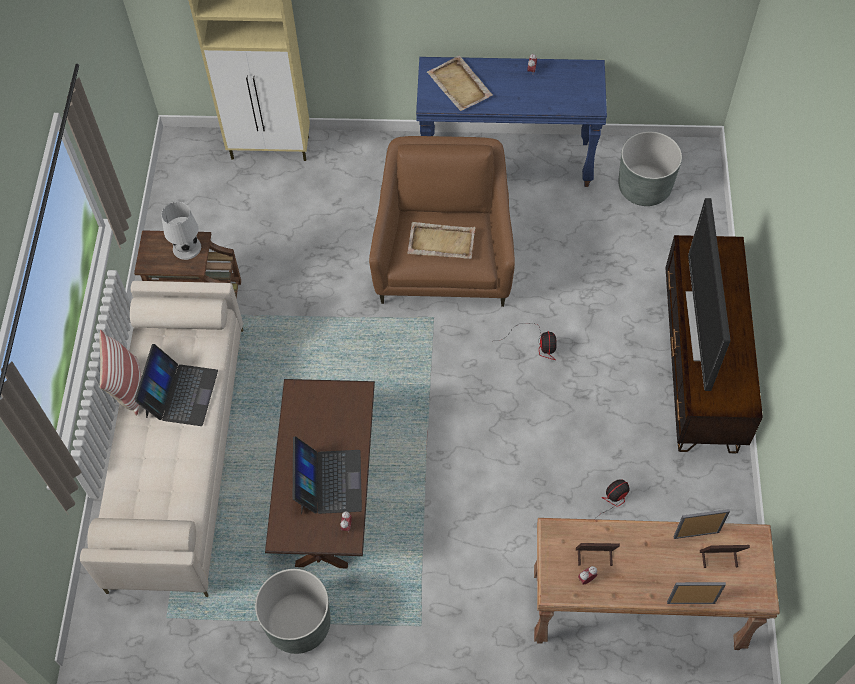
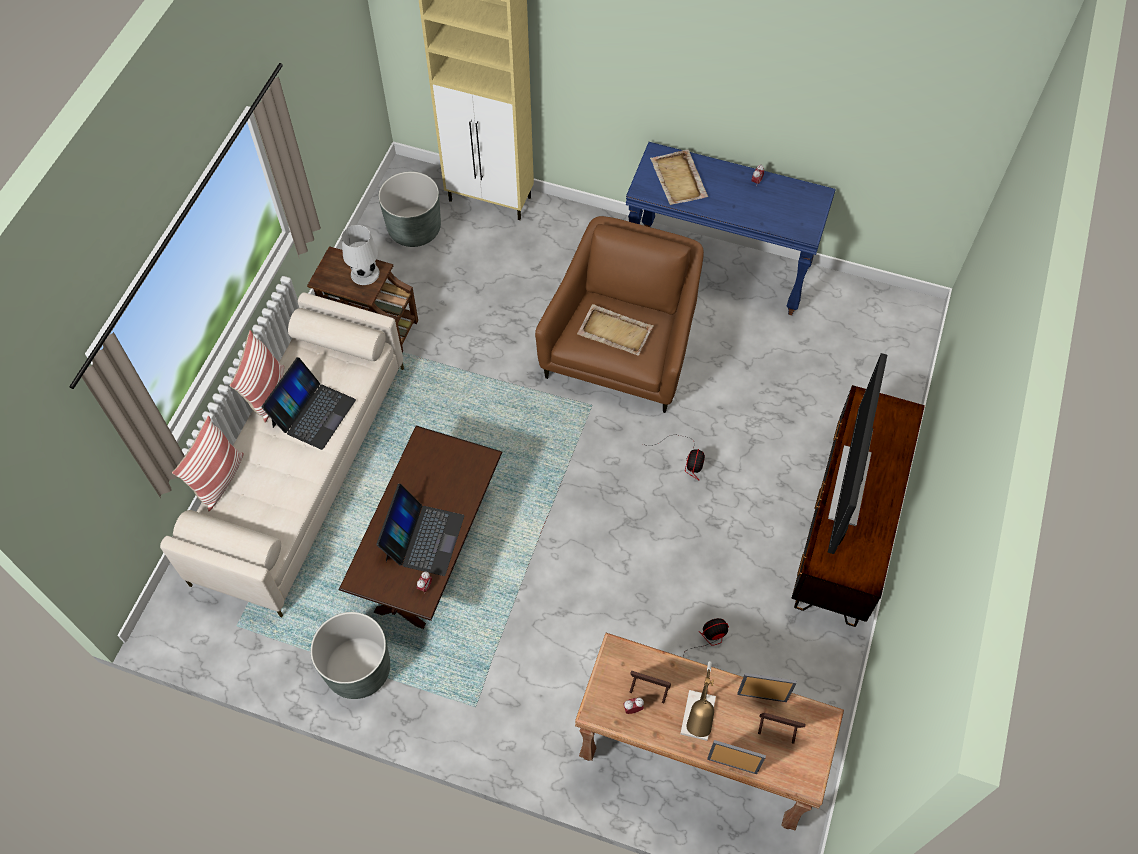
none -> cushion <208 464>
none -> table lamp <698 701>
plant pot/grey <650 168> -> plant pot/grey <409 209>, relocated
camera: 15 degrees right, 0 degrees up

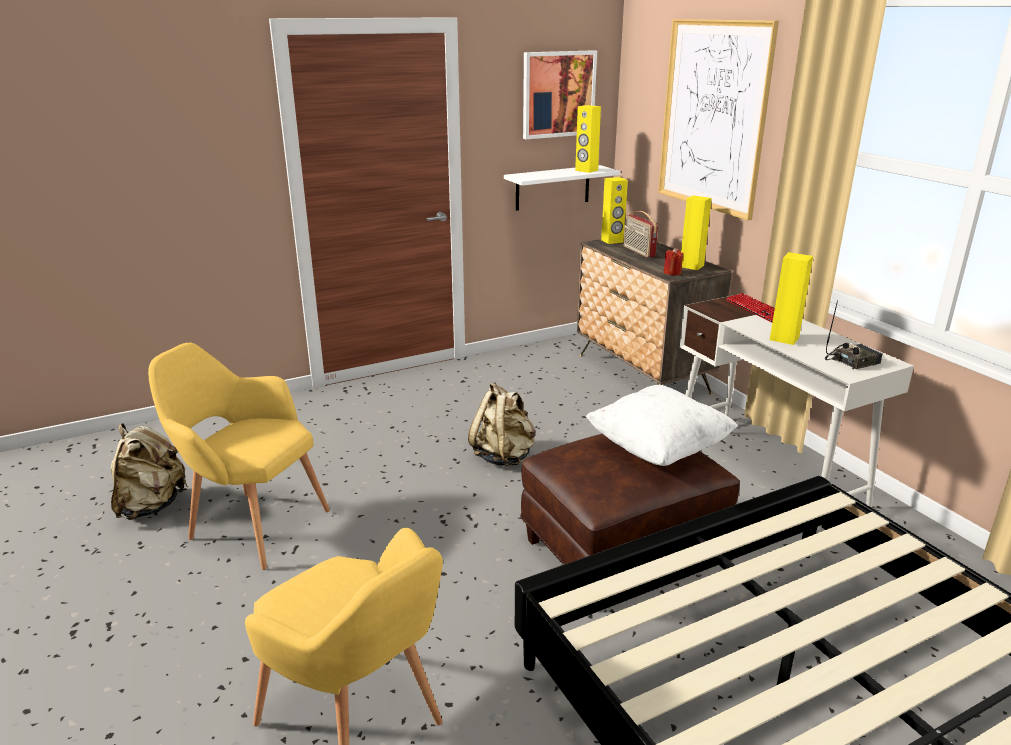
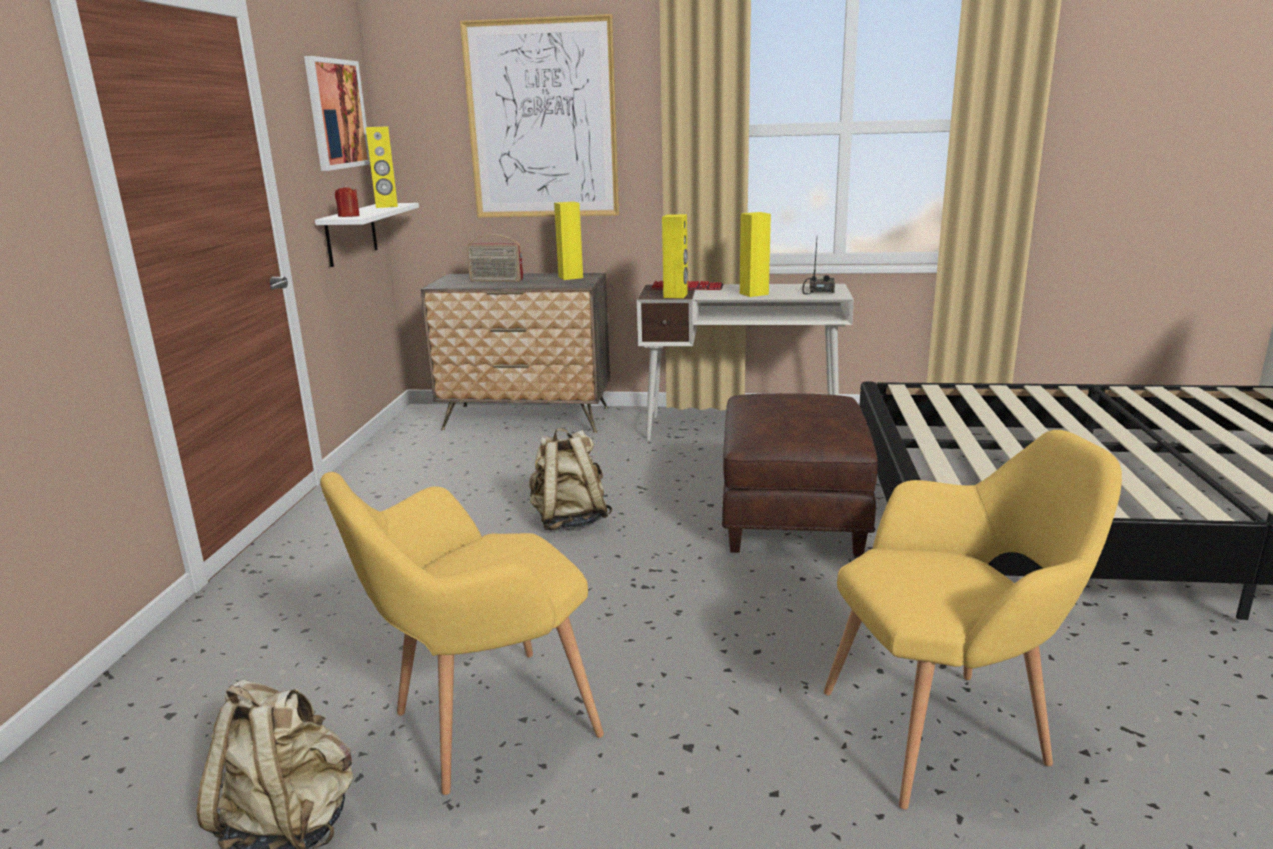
cushion/whitish <661 425> -> none
speaker/yellowish <614 210> -> speaker/yellowish <675 256>, relocated
wax light/red <674 261> -> wax light/red <347 200>, relocated
camera: 55 degrees left, 5 degrees down

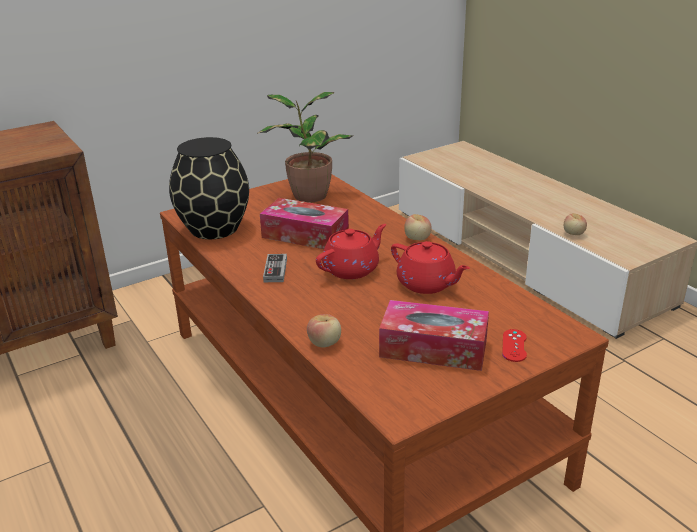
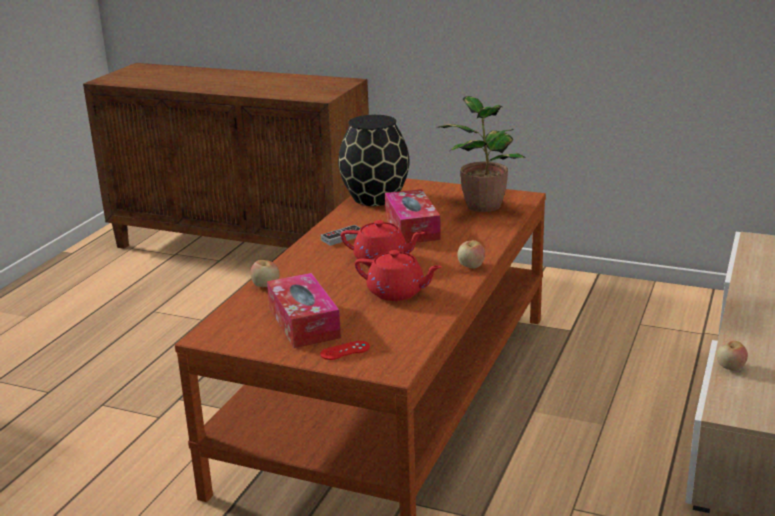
teapot/red <430 267> -> teapot/red <398 275>, 75 degrees counterclockwise
camera: 55 degrees right, 5 degrees down

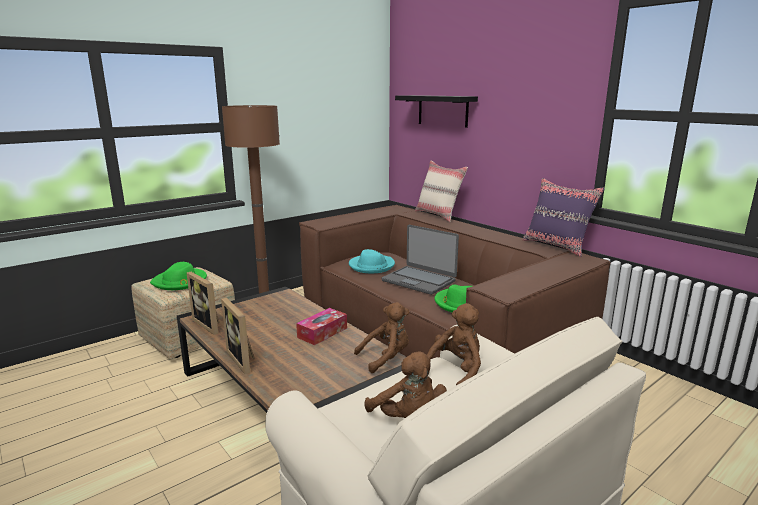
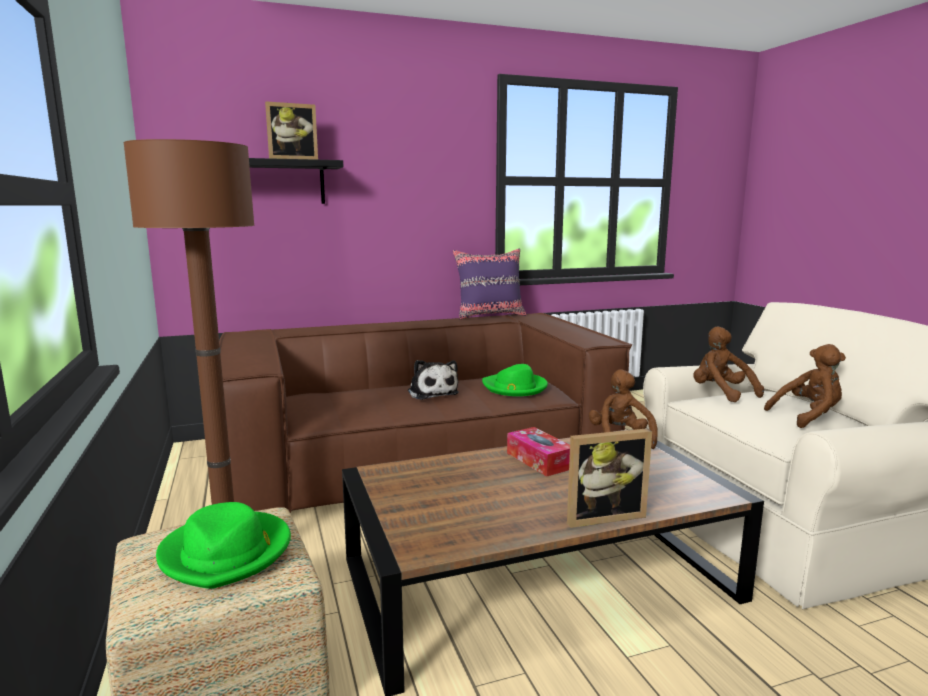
wearable hat/turquoise-coloured <372 261> -> none
cushion/beige-coloured <441 191> -> none
standing frame <203 303> -> standing frame <291 130>, relocated
portable computer <420 260> -> cuddly toy <433 380>
camera: 70 degrees left, 5 degrees down

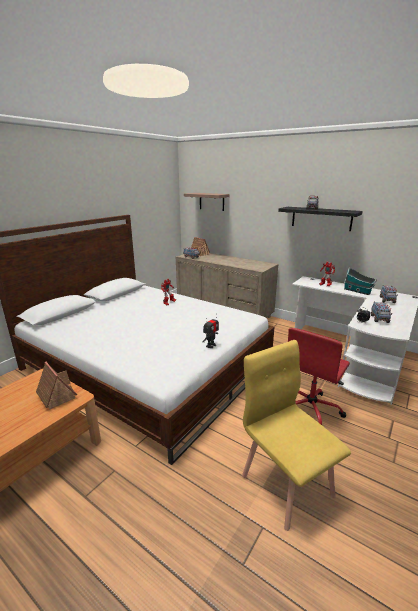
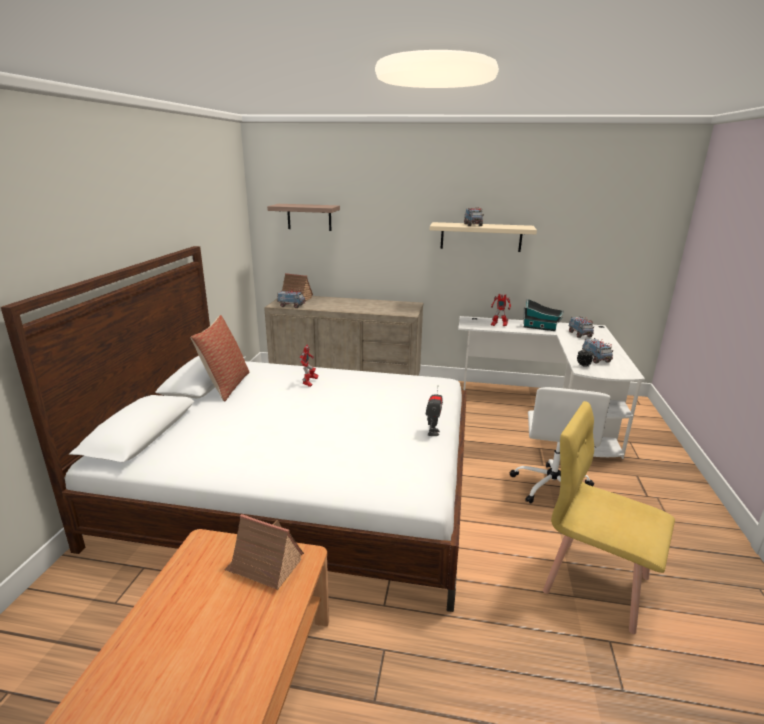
none -> cushion <220 358>
bracket shelf/black <320 219> -> bracket shelf/beige-coloured <483 237>
computer chair/red <319 376> -> computer chair/whitish <560 445>
camera: 25 degrees left, 0 degrees up

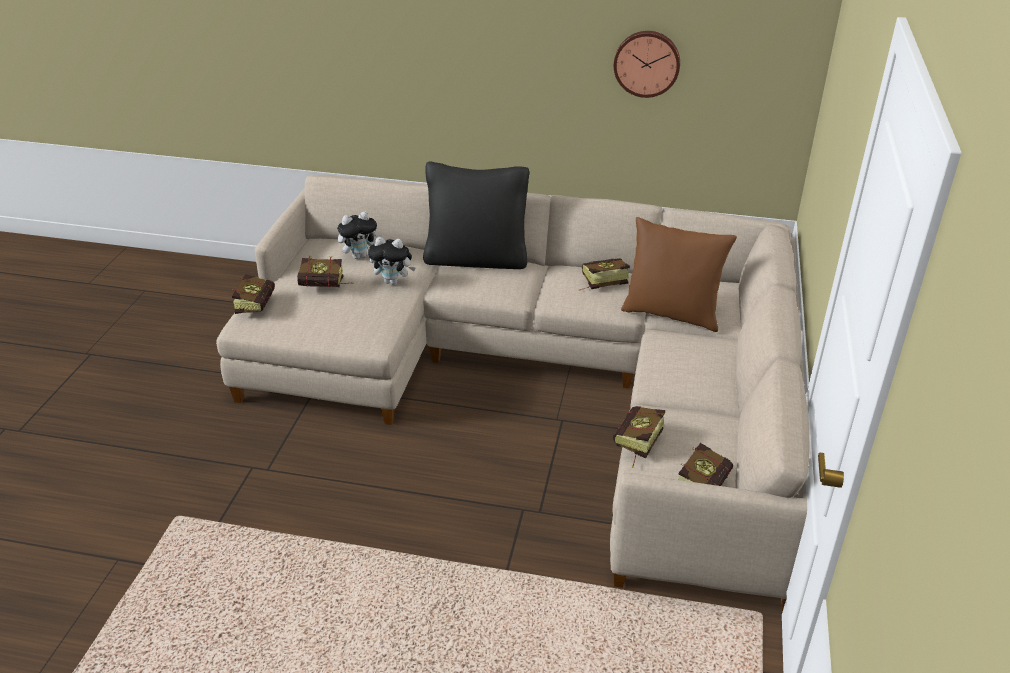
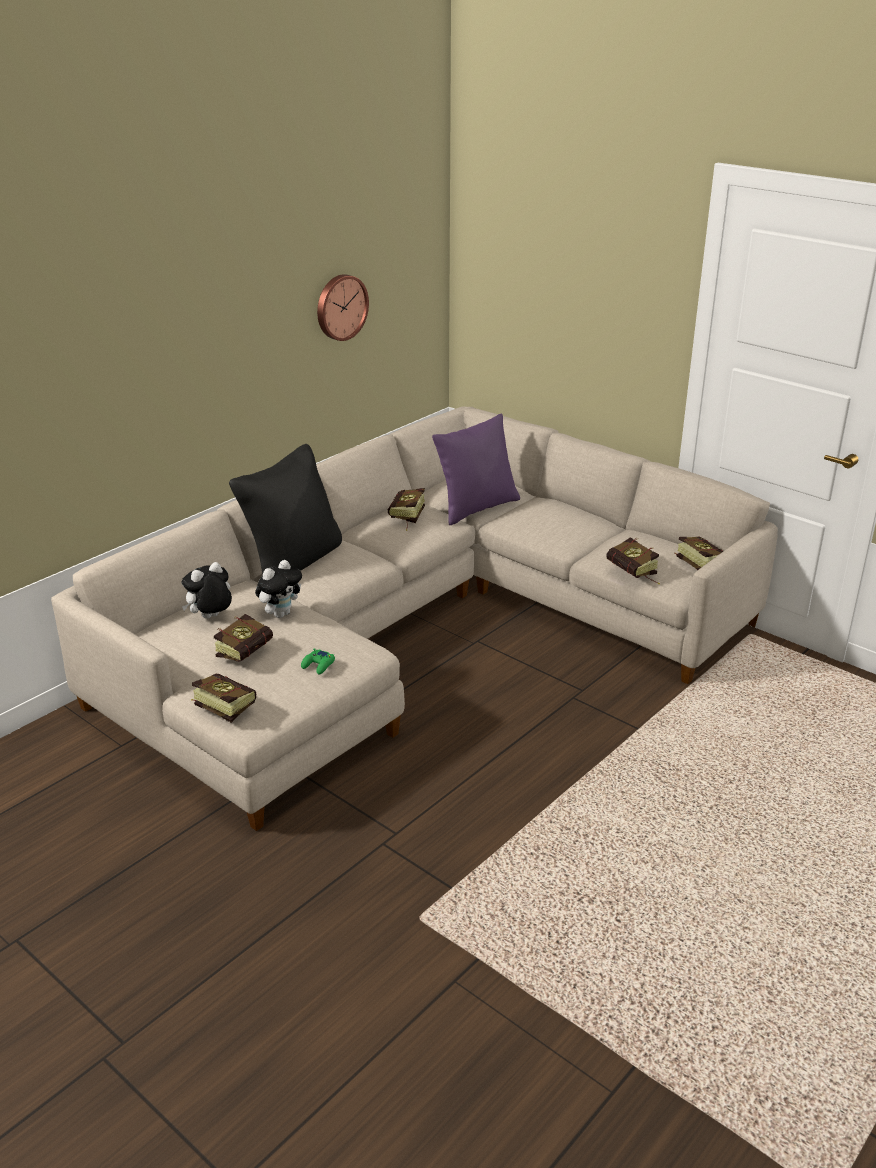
none -> game controller/greenish <318 661>
cushion/brownish <679 274> -> cushion/purple <476 469>
cuddly toy <359 235> -> cuddly toy <207 590>, 135 degrees counterclockwise
camera: 60 degrees left, 5 degrees down

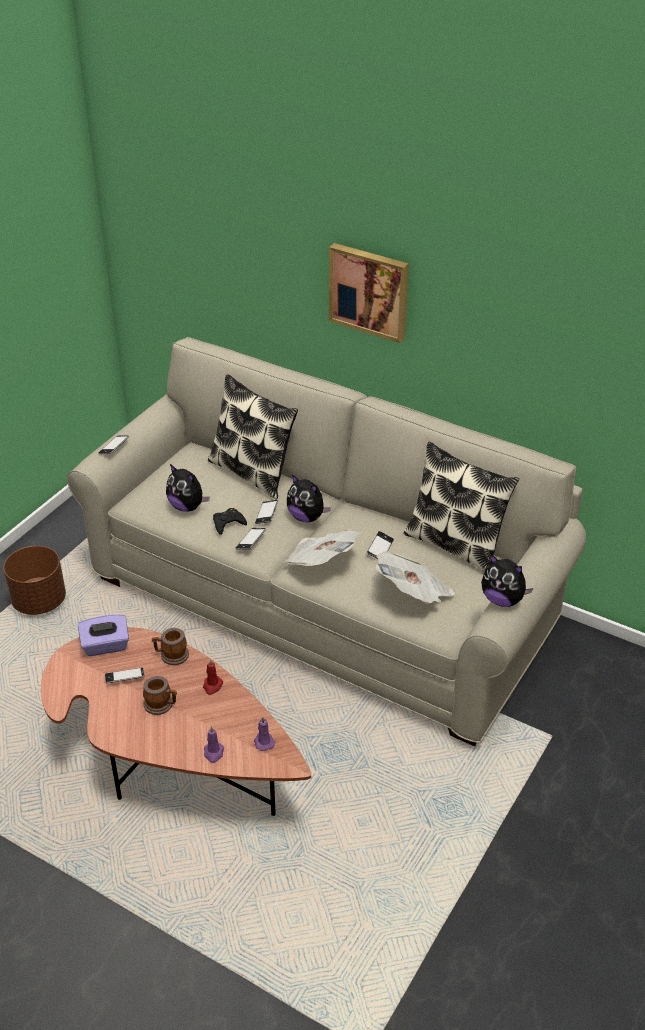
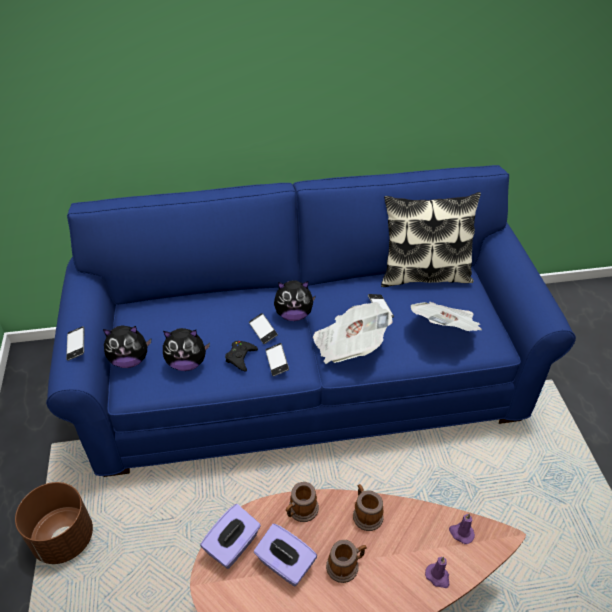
cushion <253 436> -> none
picture <369 293> -> none
cuddly toy <507 580> -> cuddly toy <127 347>, relocated
phone <124 675> -> tissue holder/purple <285 555>
wax light/red <213 677> -> coffee mug <368 507>
couch/beige-coloured <326 541> -> couch/bluish <311 321>
camera: 40 degrees left, 5 degrees up

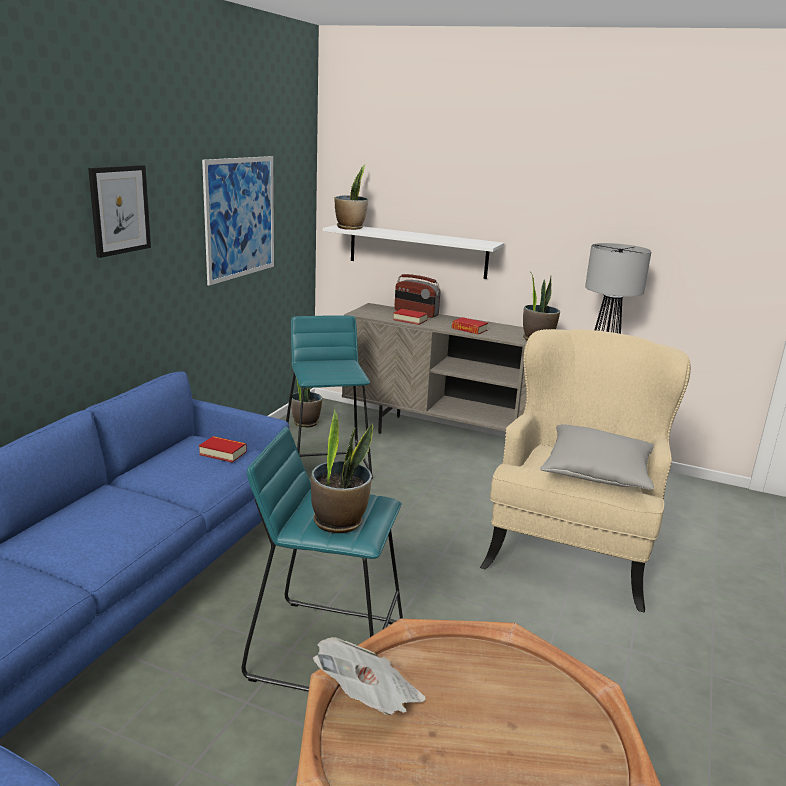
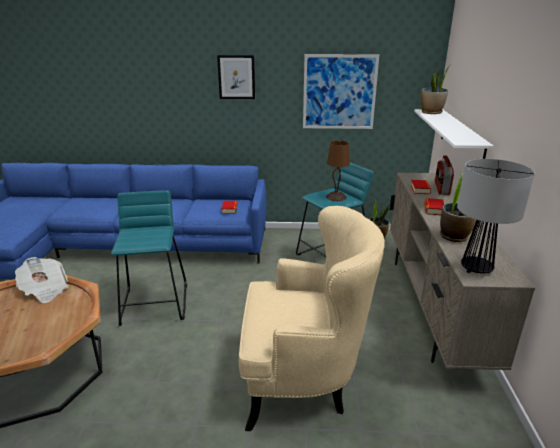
plant in a pot <342 471> -> none
cushion/grey <597 457> -> none
none -> table lamp/brownish <338 171>
camera: 70 degrees right, 5 degrees up

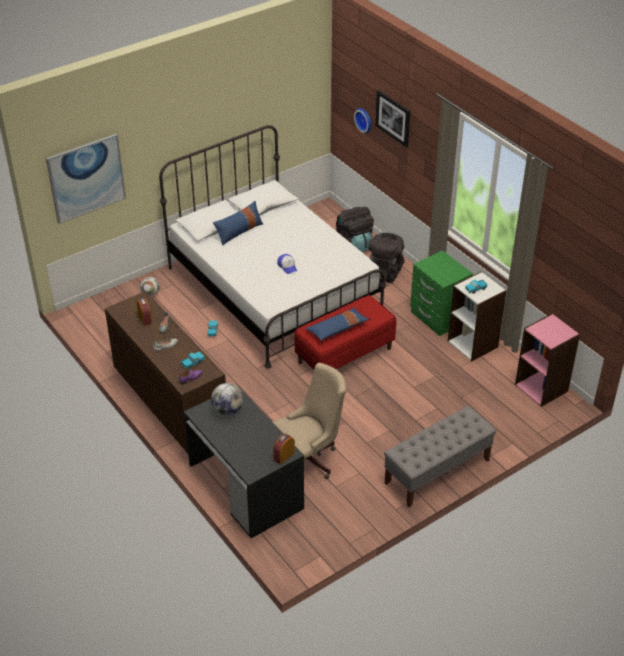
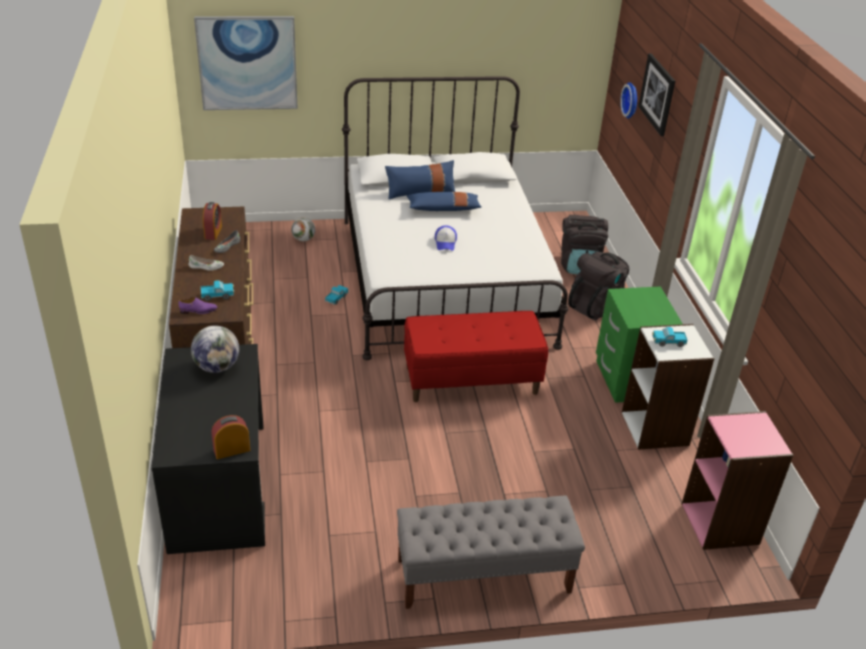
computer chair/beige-coloured <310 421> -> none
cushion/bluish <337 324> -> cushion/bluish <444 201>, relocated
camera: 25 degrees right, 5 degrees down

